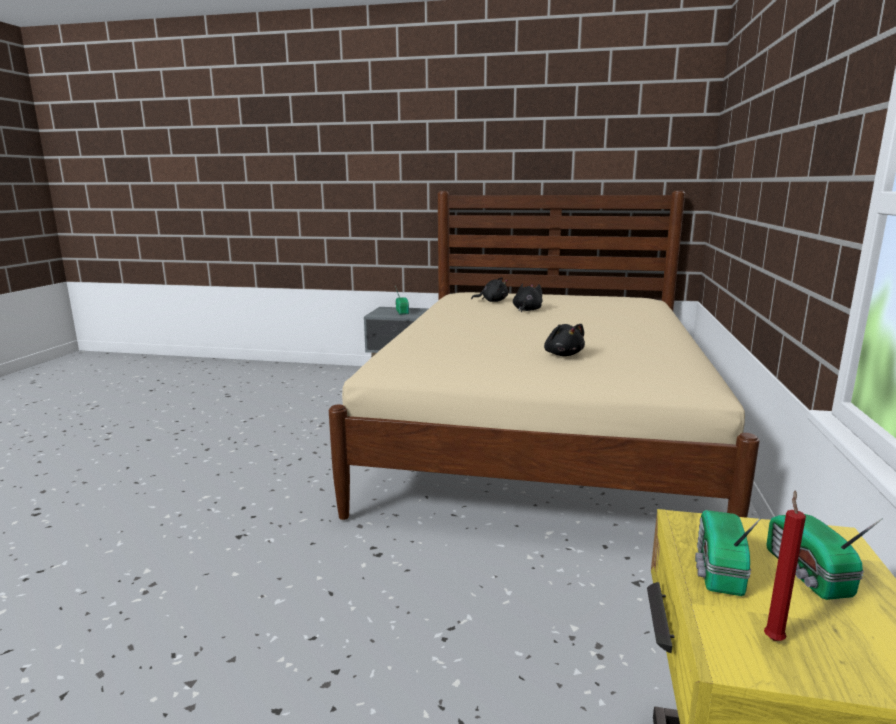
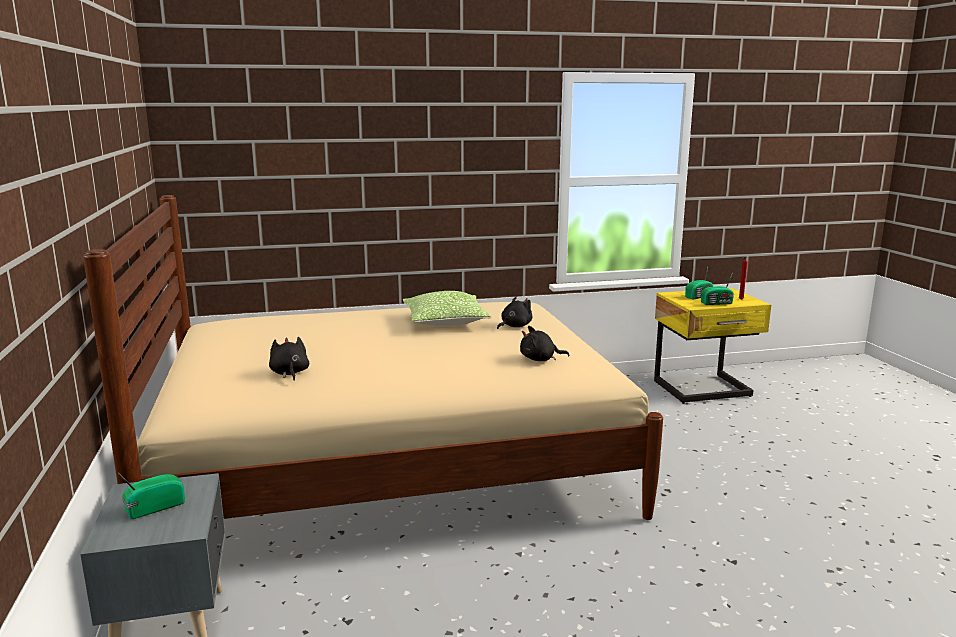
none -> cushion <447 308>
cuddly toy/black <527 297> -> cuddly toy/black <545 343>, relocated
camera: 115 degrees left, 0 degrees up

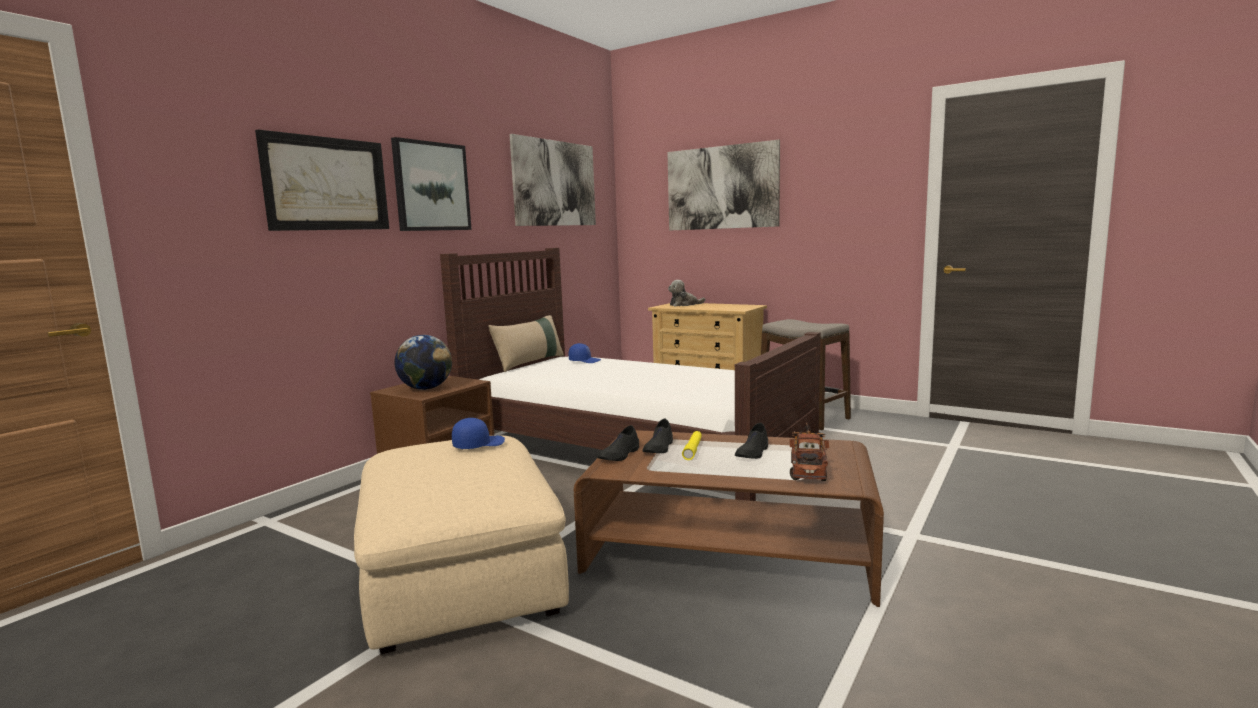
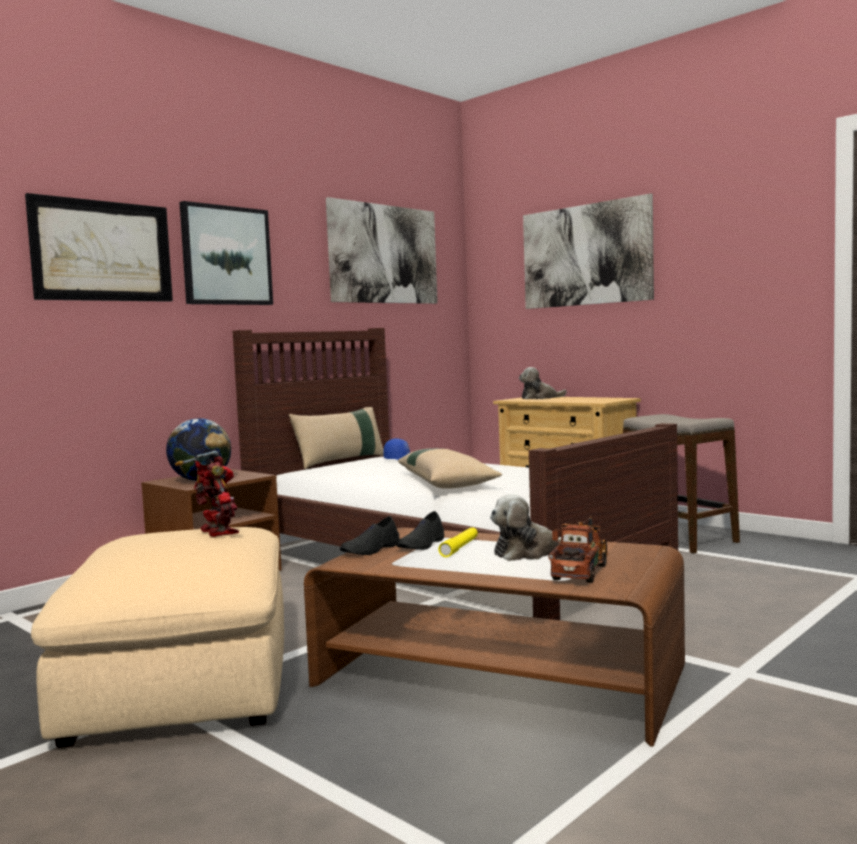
none -> cushion/beige-coloured <450 468>
baseball cap/bluish <478 433> -> robot figure <207 493>
shoe/black <751 440> -> cuddly toy <525 527>
camera: 10 degrees right, 5 degrees down

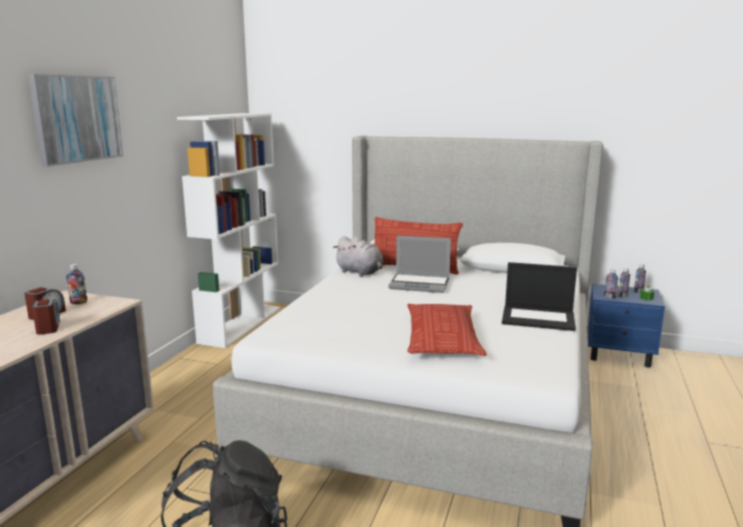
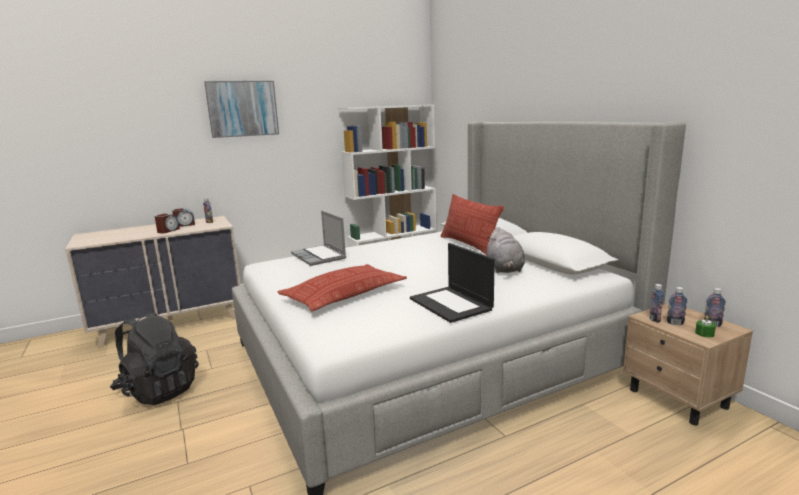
cuddly toy/grey <358 256> -> cuddly toy/grey <505 250>, relocated
portable computer <419 264> -> portable computer <318 238>, relocated
night table/bluish <626 326> -> night table/beige-coloured <688 364>
camera: 45 degrees right, 0 degrees up

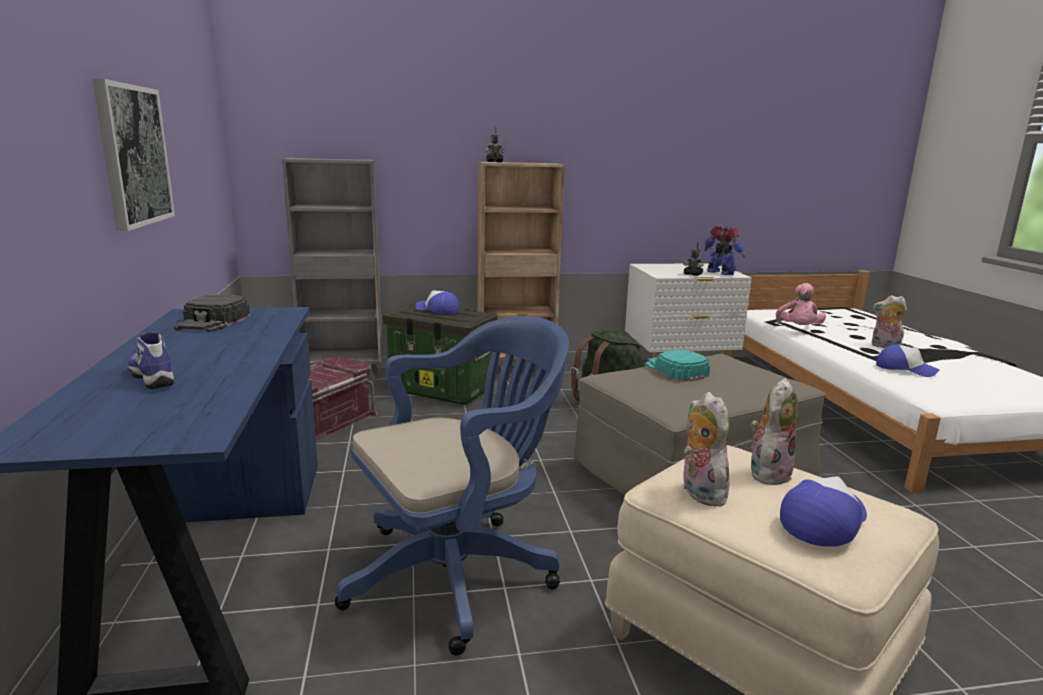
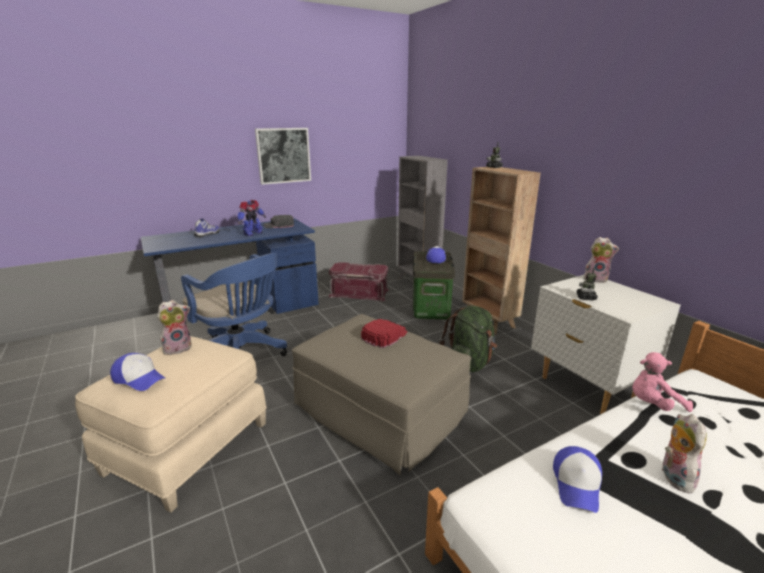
robot figure <725 250> -> robot figure <251 218>, relocated
cuddly toy <774 432> -> cuddly toy <601 260>, relocated
baseball cap/turquoise-coloured <677 366> -> baseball cap/red <384 333>
camera: 70 degrees right, 5 degrees up

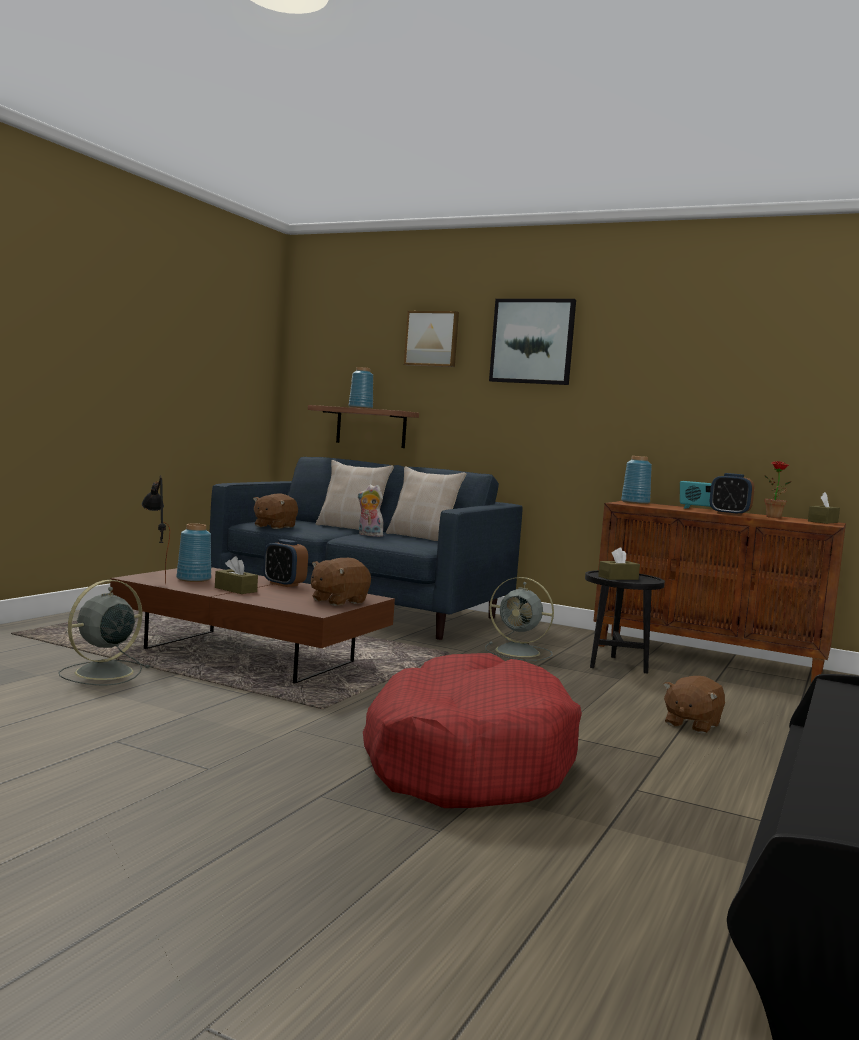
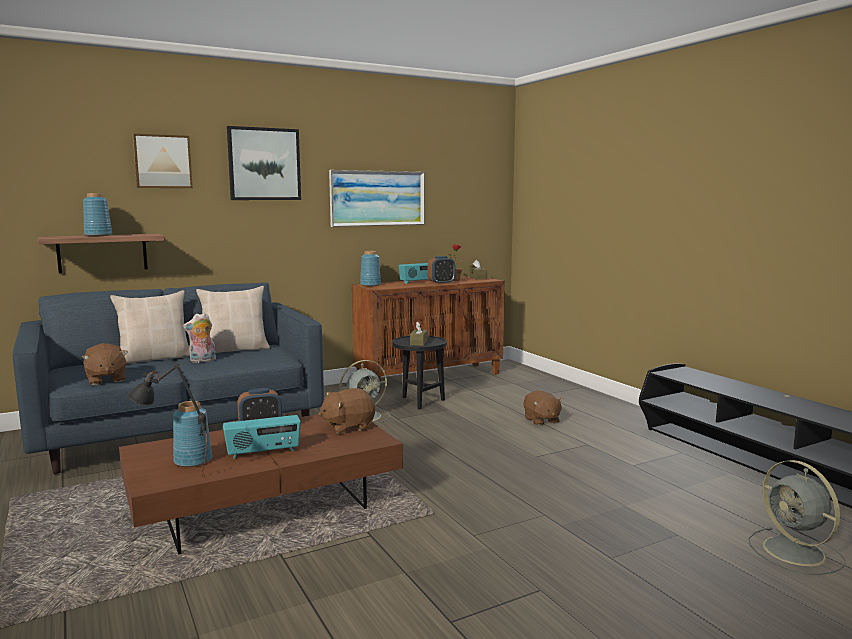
dog cushion/red <472 730> -> none
none -> picture <377 198>
fan/grey <104 632> -> fan/grey <797 517>, relocated
tissue holder/brownish <236 575> -> radio <262 437>
cuddly toy/brownish <341 582> -> cuddly toy/brownish <346 411>, 75 degrees clockwise
camera: 55 degrees left, 5 degrees up

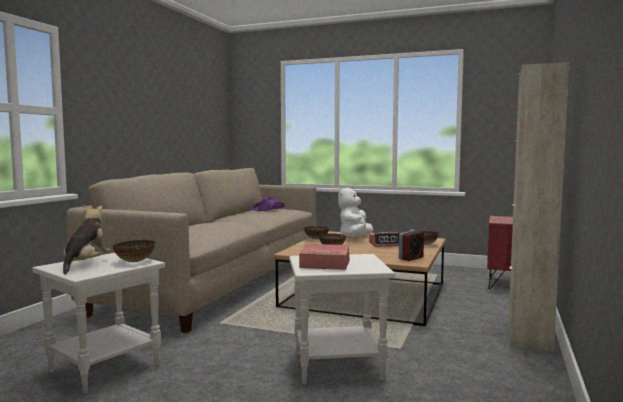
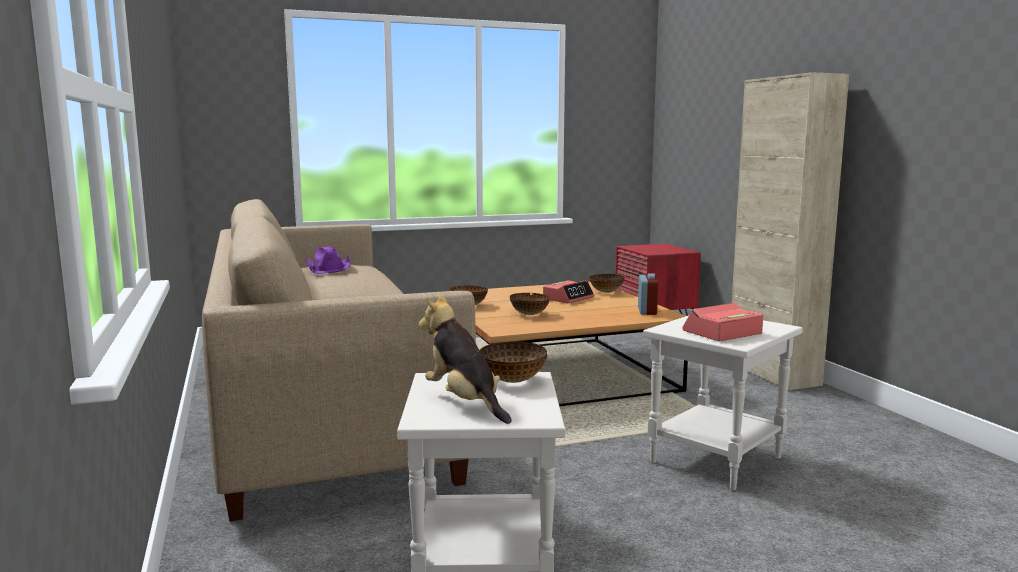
cuddly toy/whitish <355 212> -> none
camera: 40 degrees left, 5 degrees up

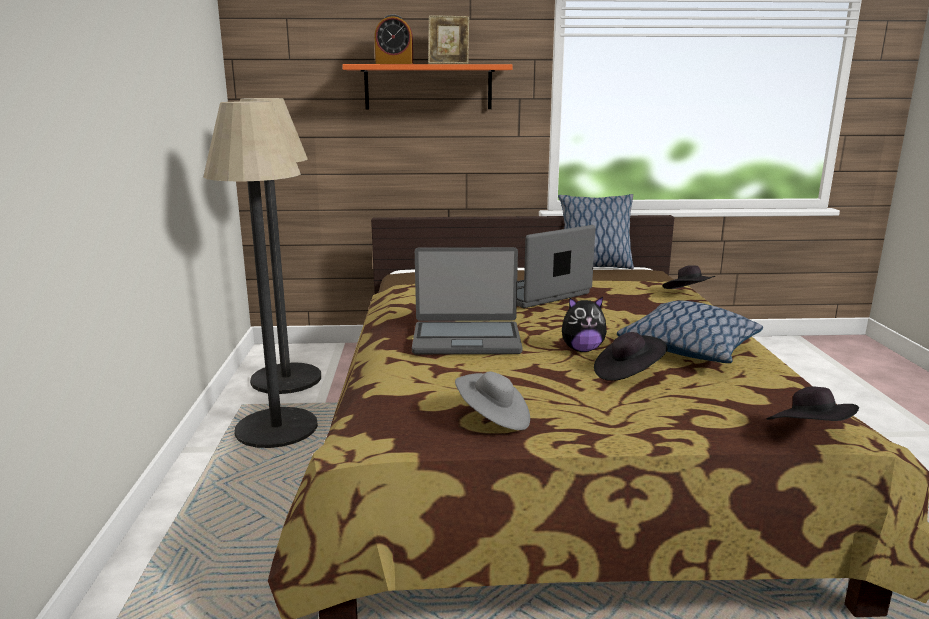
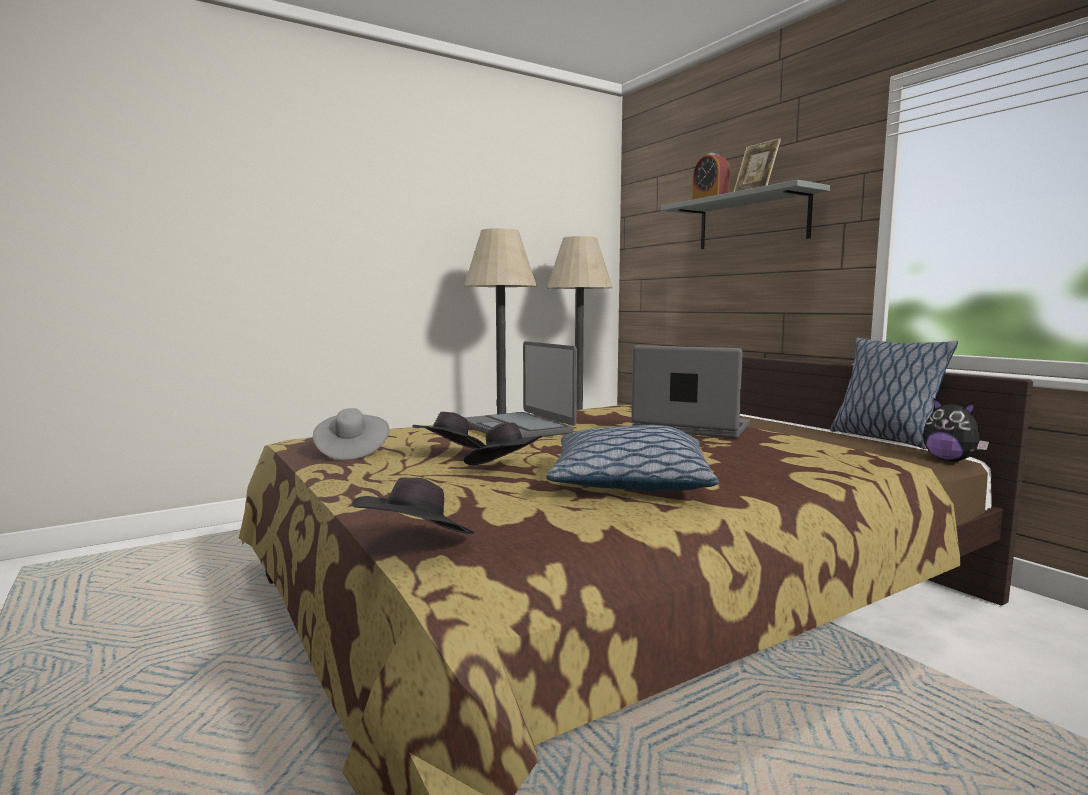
cuddly toy <584 324> -> cuddly toy <956 429>, relocated
wearable hat/black <689 277> -> wearable hat/black <449 431>, relocated
bracket shelf/orange <427 87> -> bracket shelf/grey <745 214>
camera: 60 degrees right, 10 degrees down

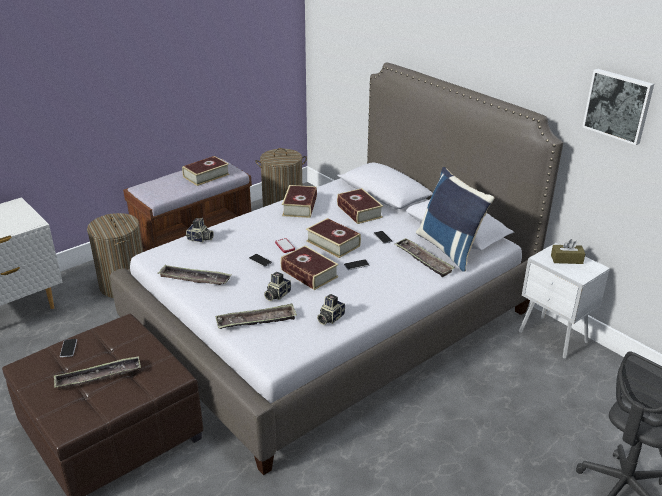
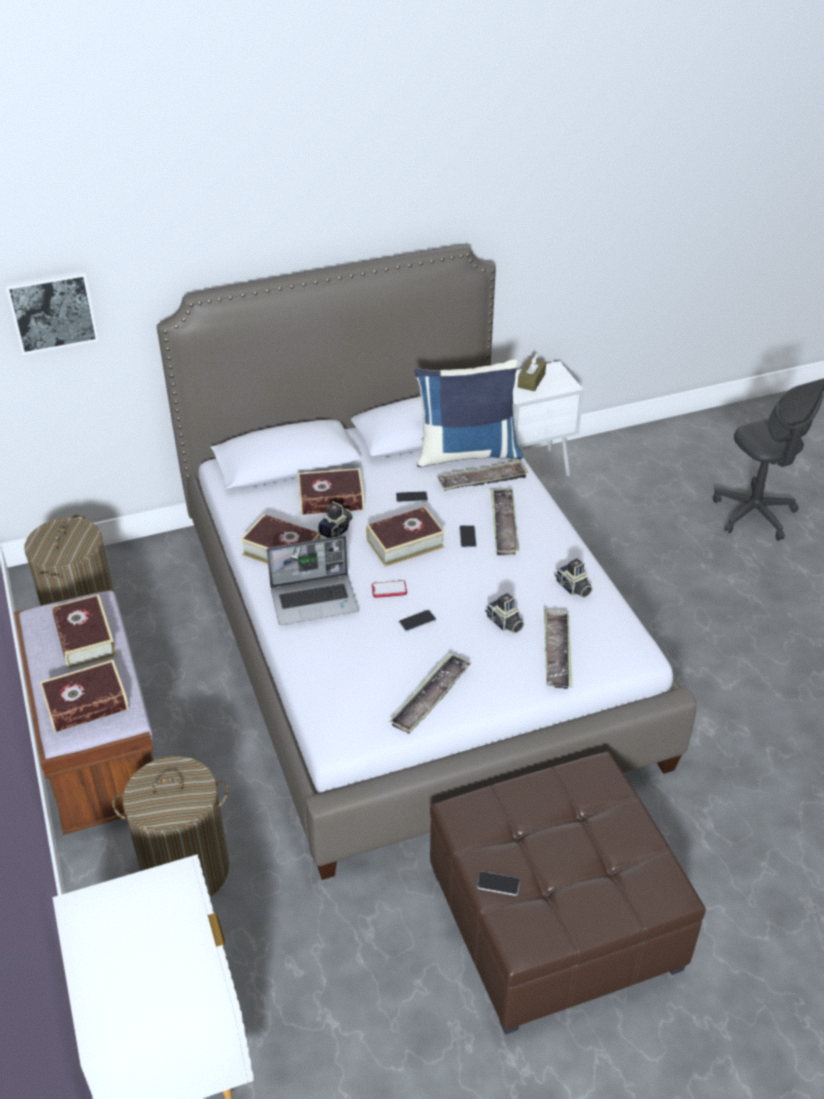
none -> portable computer <312 580>
tray <97 373> -> tray <505 522>, relocated
photo camera <199 230> -> photo camera <335 519>, relocated
volume <309 268> -> volume <84 696>, relocated
picture <618 107> -> picture <52 312>, relocated
camera: 70 degrees left, 10 degrees up

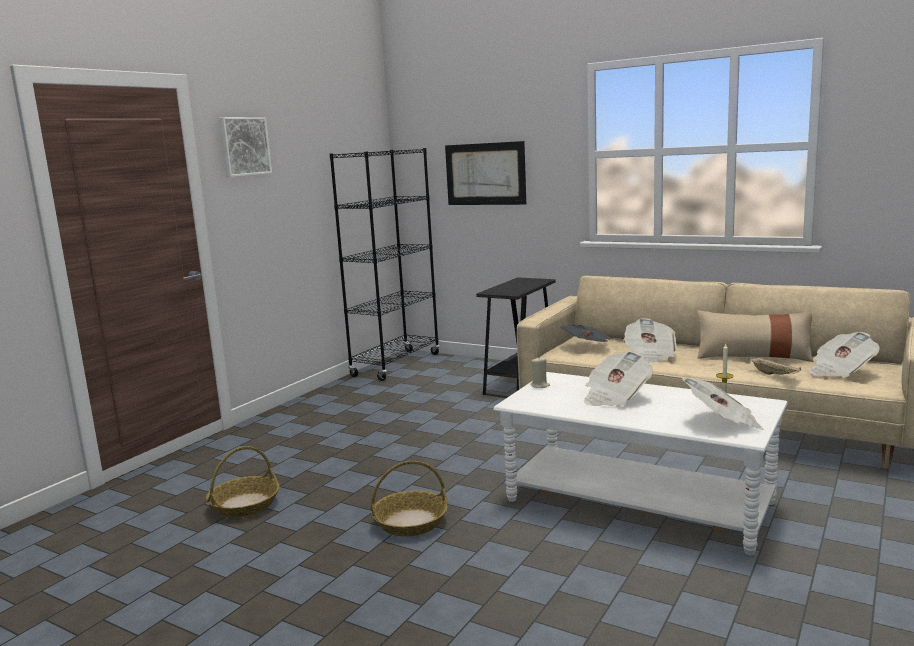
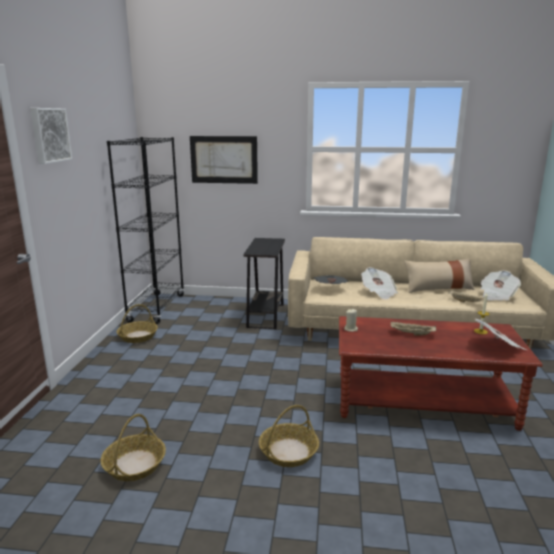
none -> household basket <137 323>
newspaper <618 378> -> tray/beige-coloured <413 329>
low table/whitish <640 463> -> low table/brownish <441 373>
camera: 25 degrees left, 5 degrees up

